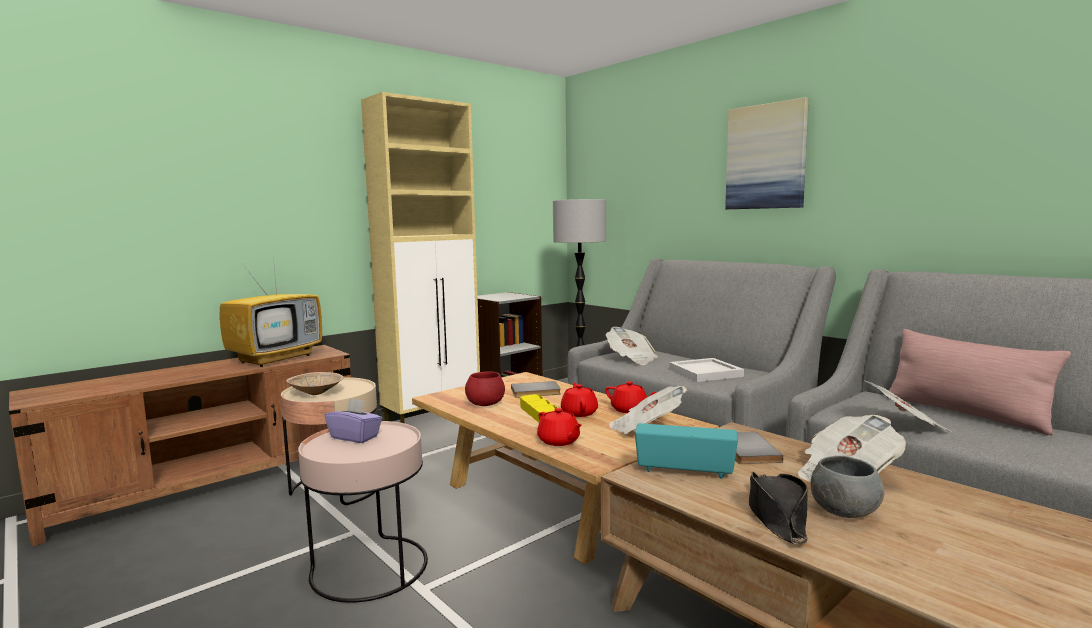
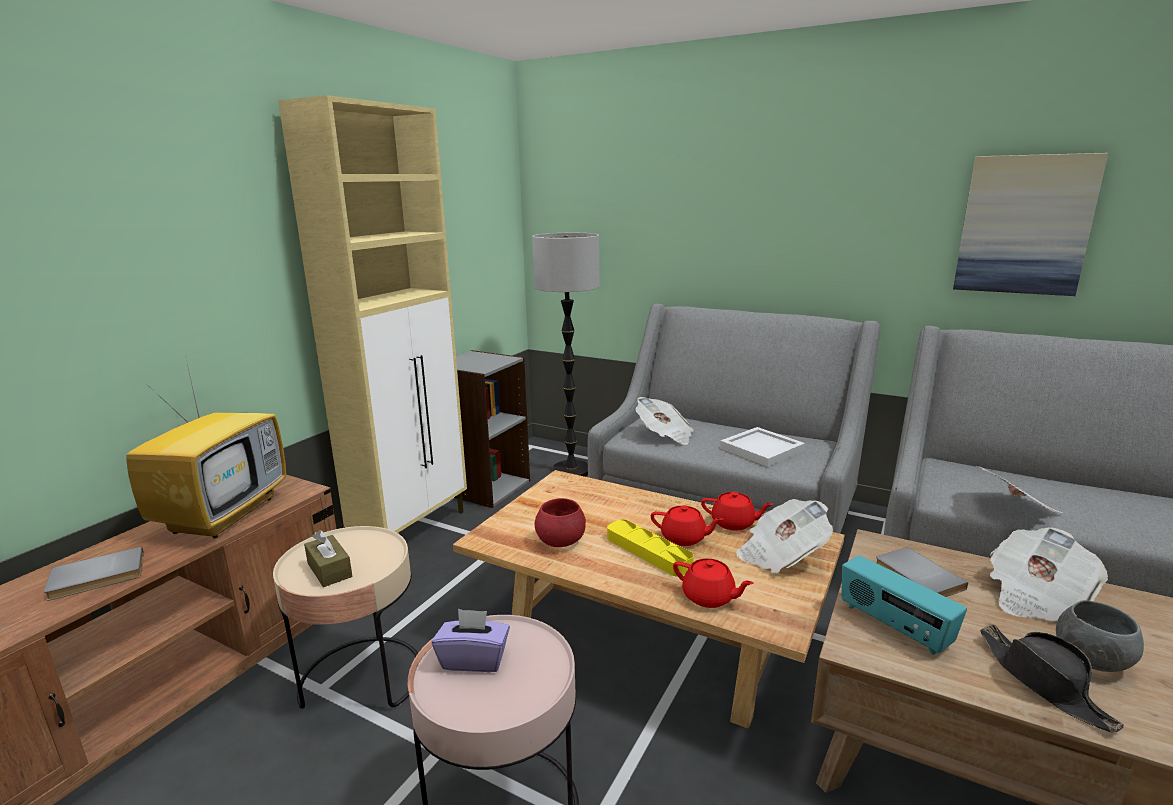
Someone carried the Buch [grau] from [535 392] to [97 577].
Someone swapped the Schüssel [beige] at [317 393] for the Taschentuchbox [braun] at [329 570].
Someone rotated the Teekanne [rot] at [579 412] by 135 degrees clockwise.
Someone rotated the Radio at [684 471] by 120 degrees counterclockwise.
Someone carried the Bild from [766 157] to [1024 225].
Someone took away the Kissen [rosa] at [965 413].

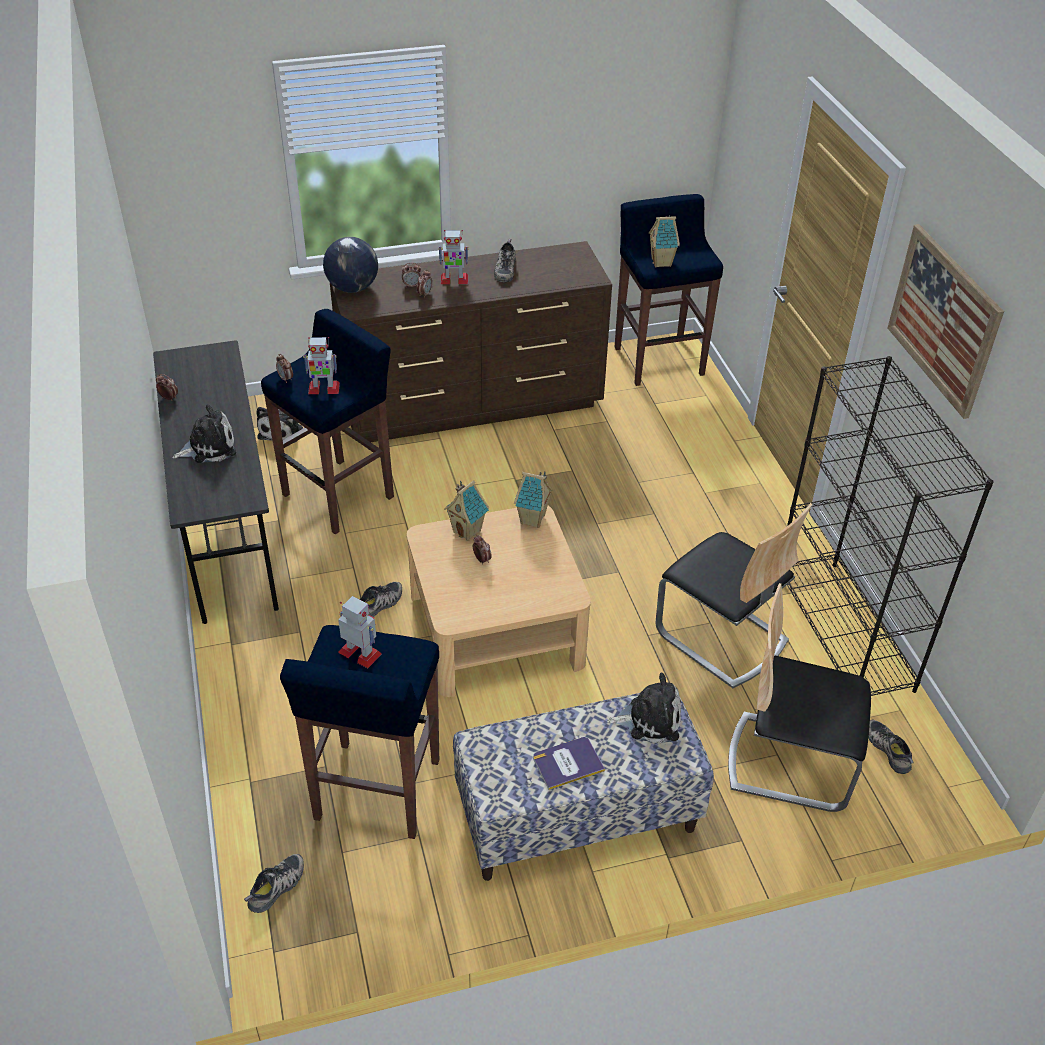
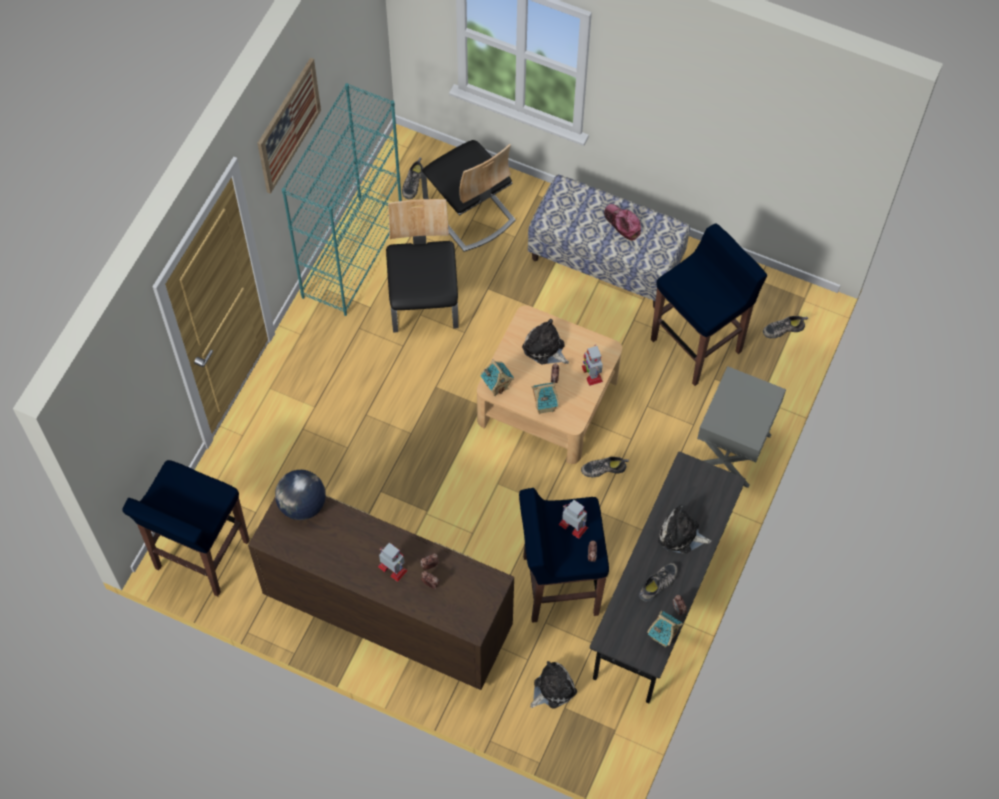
Someone carried the Globus from [352 288] to [302 505].
Someone repainted the Bücherregal [schwarz] at [844 632], which became the Bücherregal [türkis] at [352 255].
Someone carried the Plüschtier from [650 719] to [545 348].
Someone carried the Spielzeugroboter from [360 653] to [591 373].
Someone swapped the Buch at [568 763] for the Kappe at [622 223].
Someone carried the Schuh from [504 269] to [658 585].
Someone carried the Spielzeughaus from [662 262] to [662 636].
Someone put down the Nachttisch [grau] at [732 450].

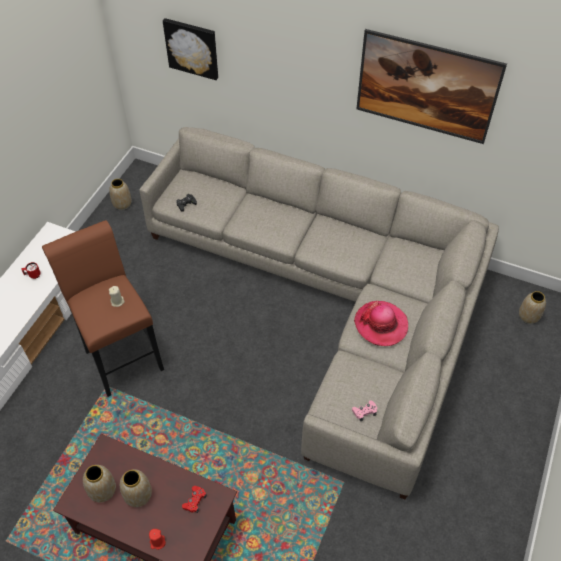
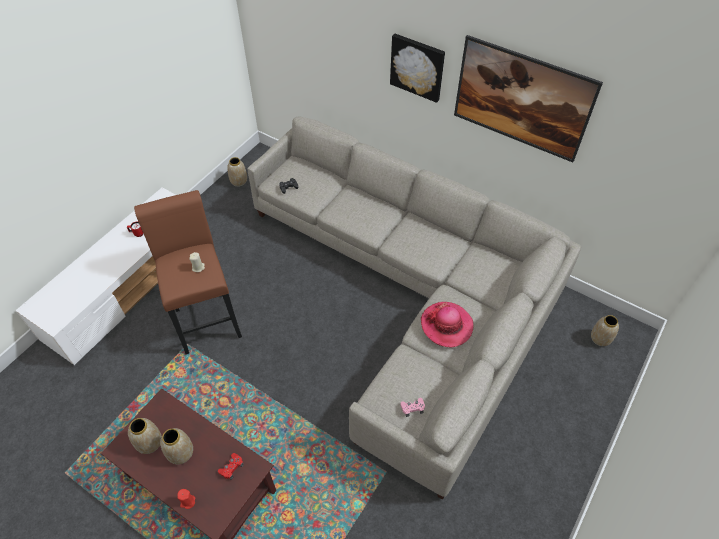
Someone carried the Bild from [192 48] to [417 67].

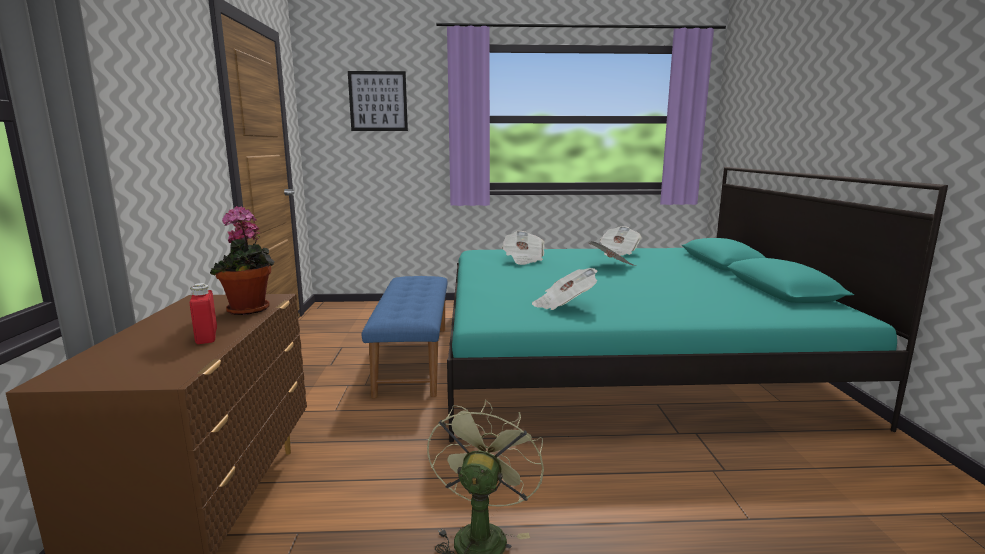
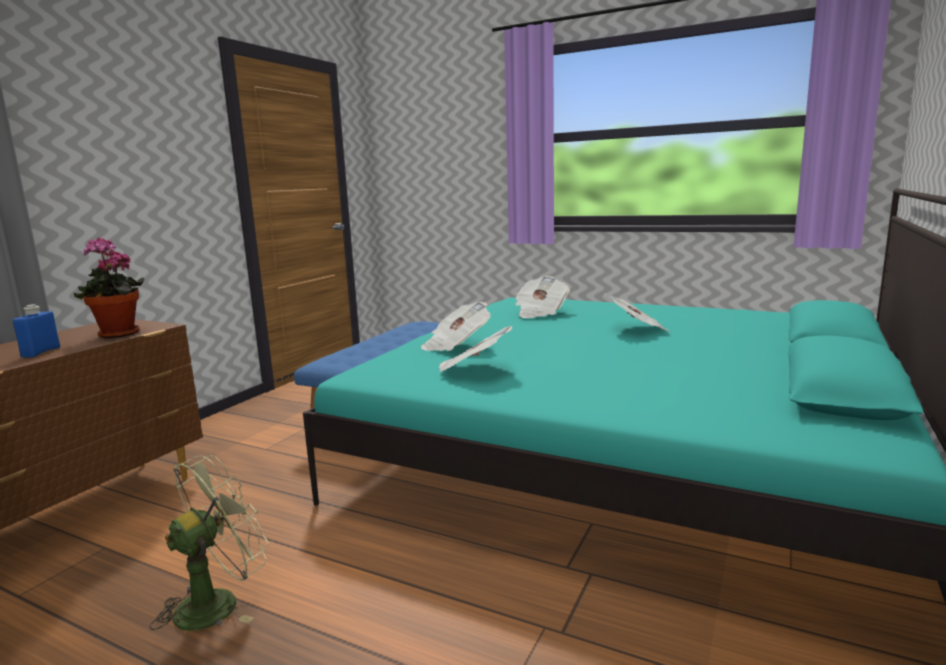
Someone repainted the Flasche [rot] at [206 336], which became the Flasche [blau] at [41 352].
Someone carried the Zeitung from [618 252] to [456 345].
Someone took away the Bild at [378 101].

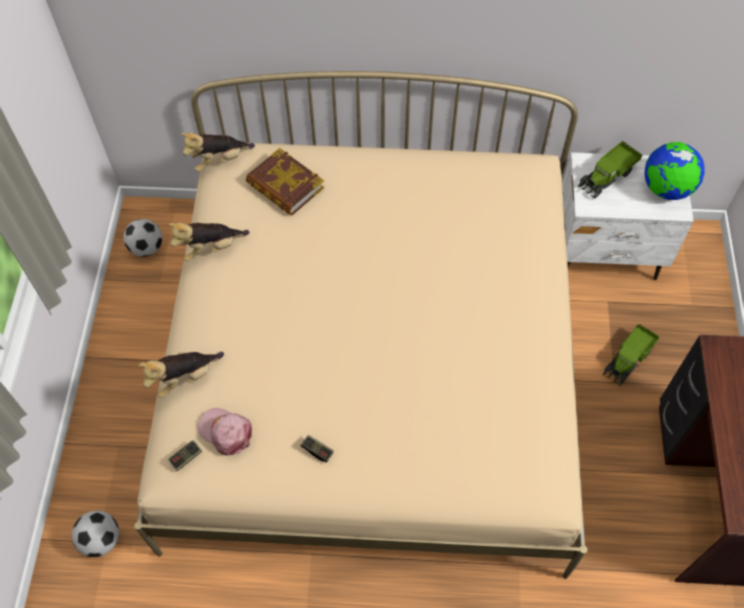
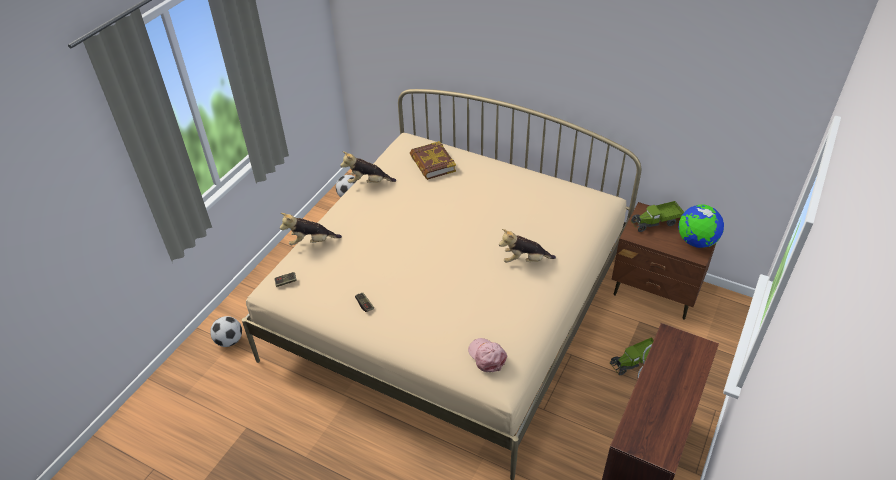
Someone carried the Kappe [rosa] from [226 432] to [487 356].
Someone carried the Plüschtier from [219 161] to [524 260].
Someone repainted the Nachttisch [weiß] at [607 250], which became the Nachttisch [braun] at [656 290].

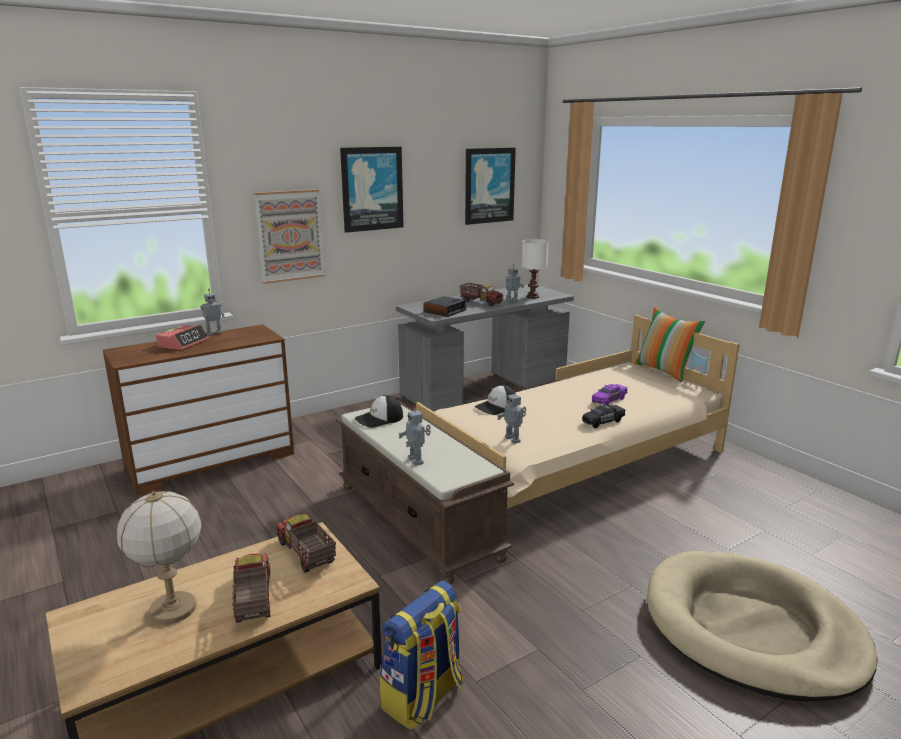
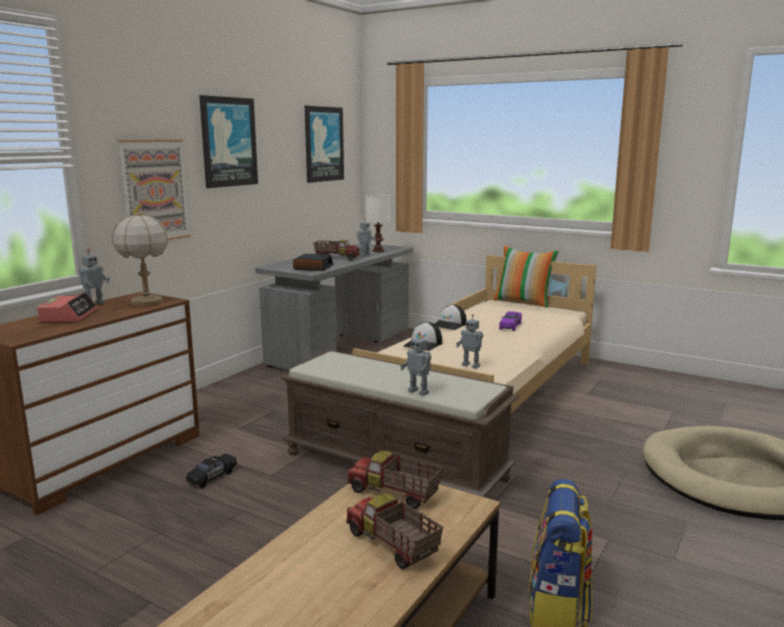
Someone carried the Tischlampe from [172 609] to [146 302].
Someone carried the Spielzeugauto [schwarz] from [602 422] to [211 477].
Someone carried the Kappe from [379 419] to [449 325].

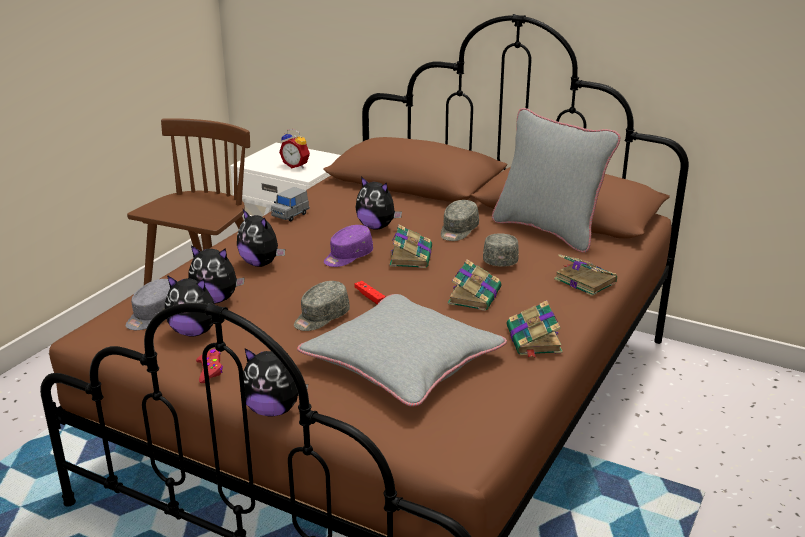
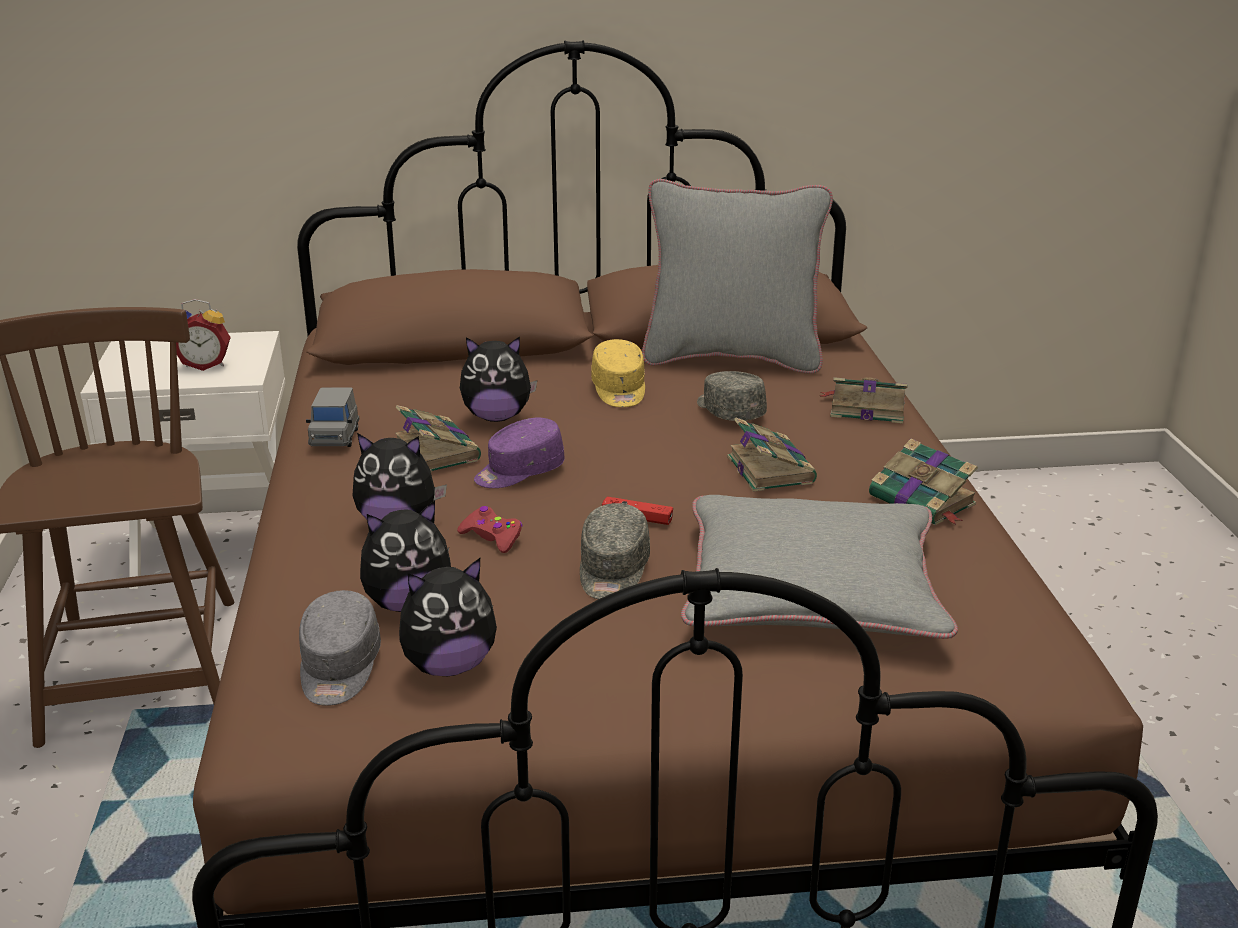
Someone carried the Buch from [411 256] to [435 451].
Someone carried the Gamepad [rot] from [210 370] to [492 537].
Someone rotated the Kappe [lila] at [347 257] by 45 degrees clockwise.
Someone repainted the Kappe [grau] at [458 231], which became the Kappe [gelb] at [619 390].
Someone took away the Plüschtier at [273 410].

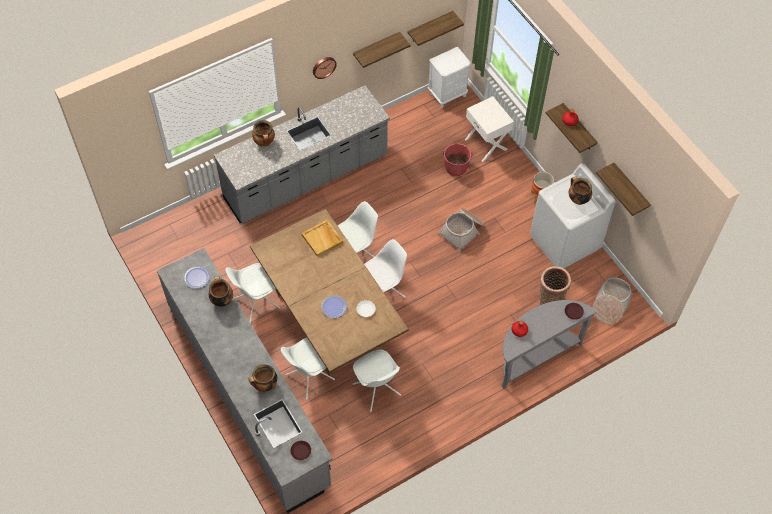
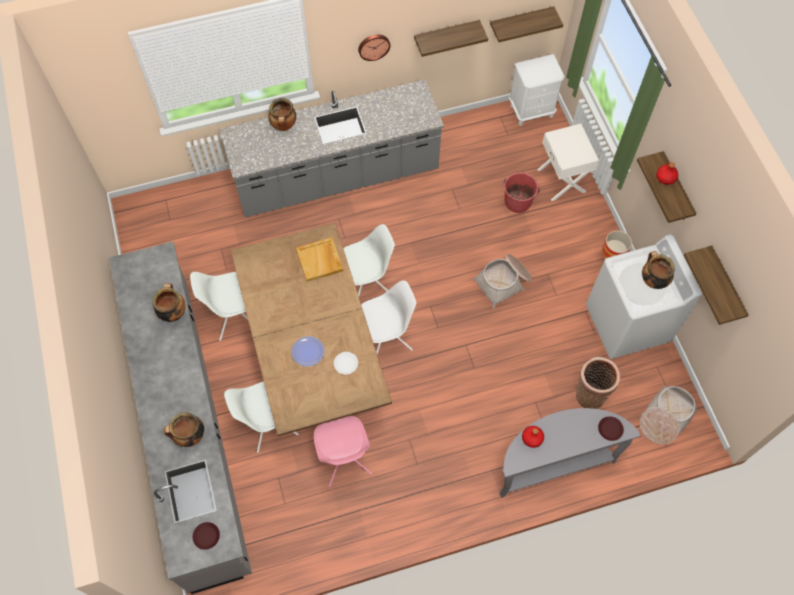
Someone repainted the Stuhl [weiß] at [377 390], which became the Stuhl [rosa] at [344 461].
Someone took away the Teller at [197 278].

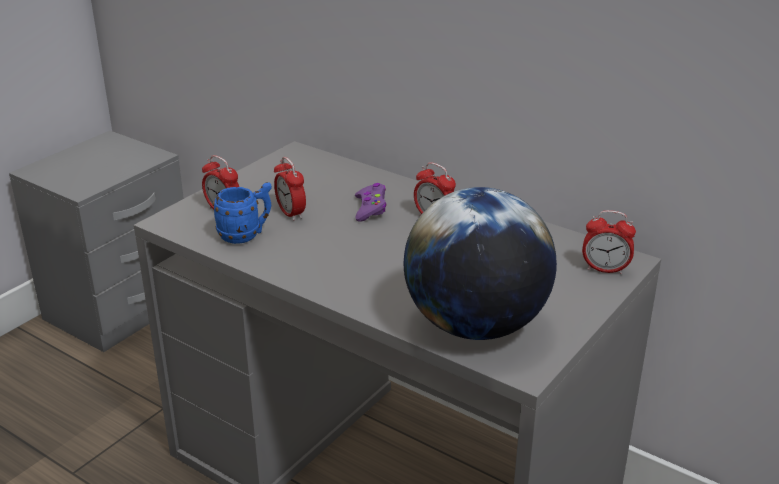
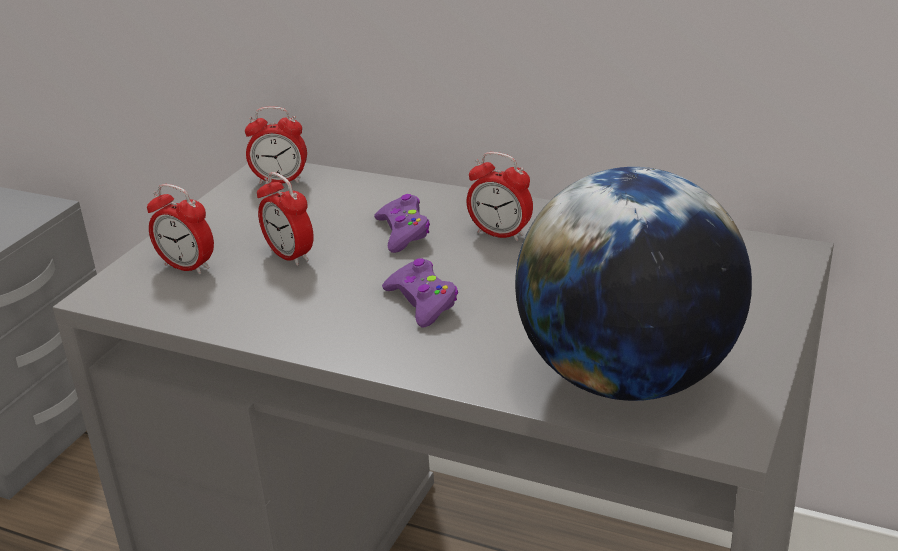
Someone carried the Wecker from [605 269] to [280 181].
Someone put down the Gamepad [lila] at [422 302].
Someone took away the Henkelbecher [blau] at [246 235].

